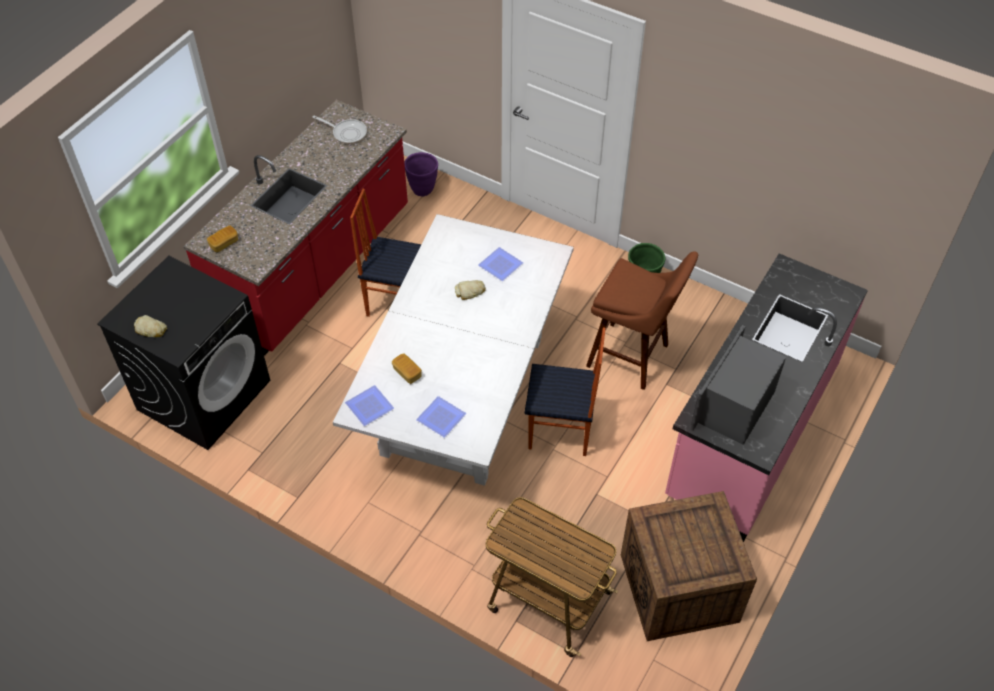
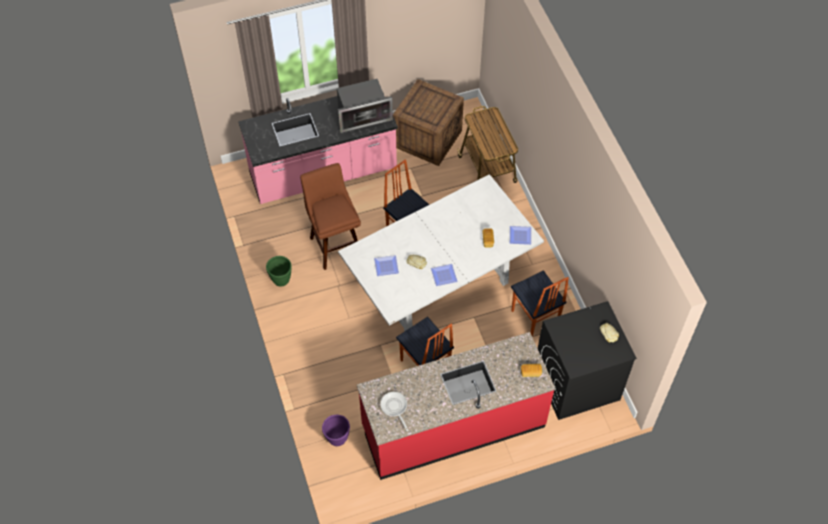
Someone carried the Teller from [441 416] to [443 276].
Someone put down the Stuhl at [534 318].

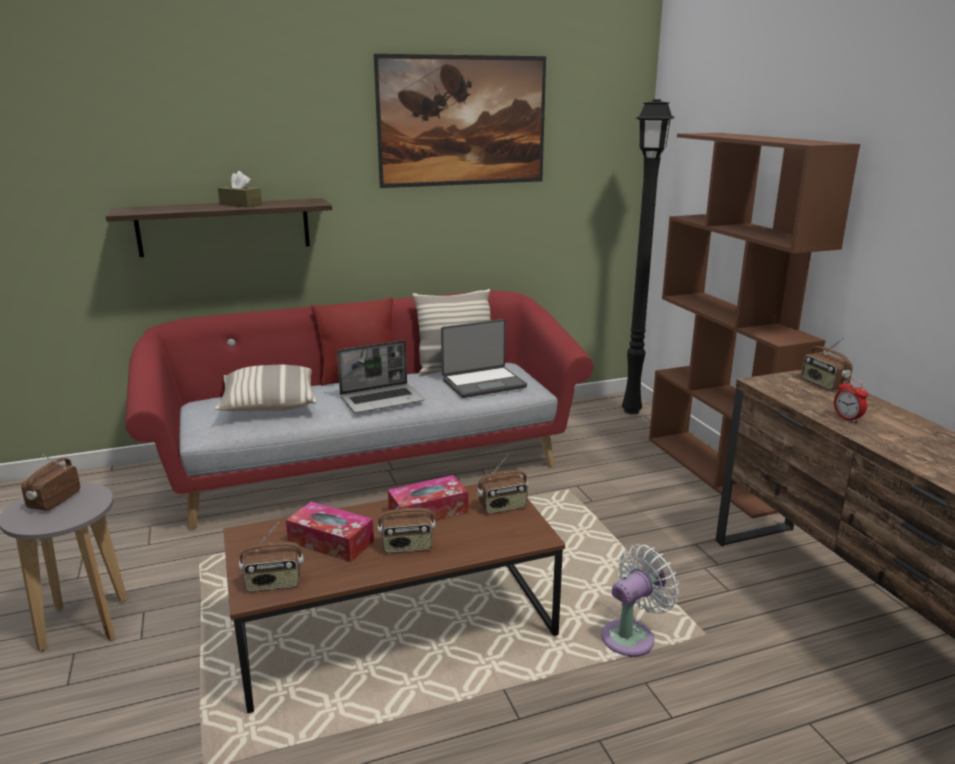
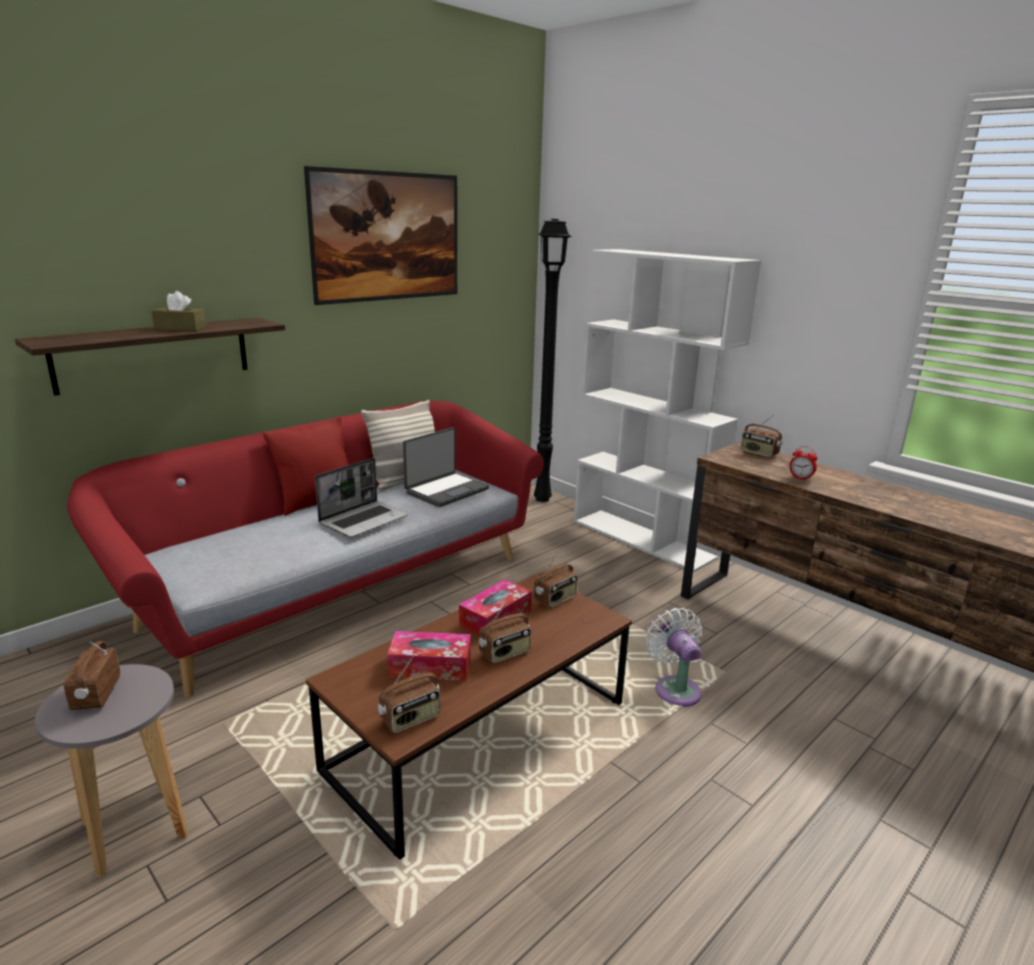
Someone repainted the Bücherregal [braun] at [717 471], which became the Bücherregal [weiß] at [643 539].
Someone rotated the Ventilator [weiß] at [632 636] by 45 degrees counterclockwise.
Someone took away the Kissen at [269 405].

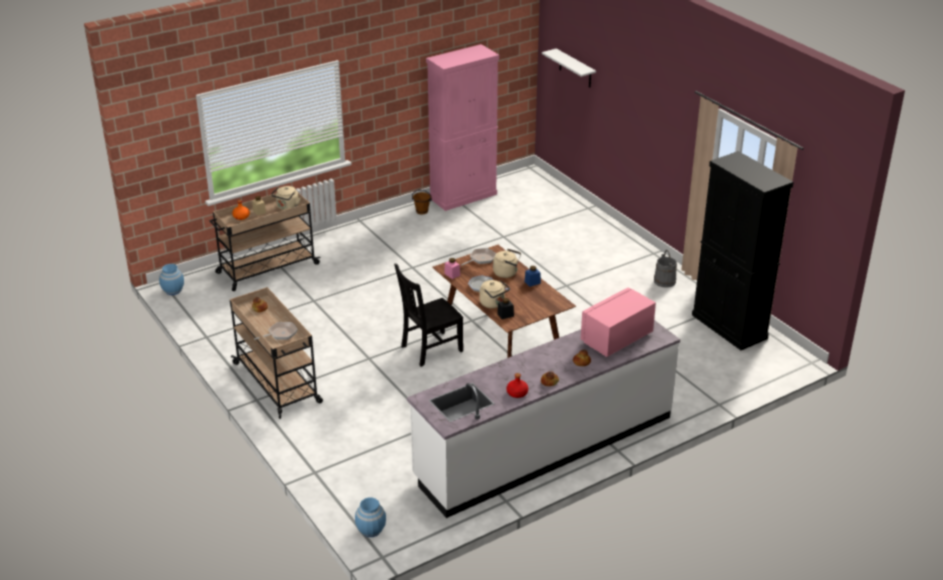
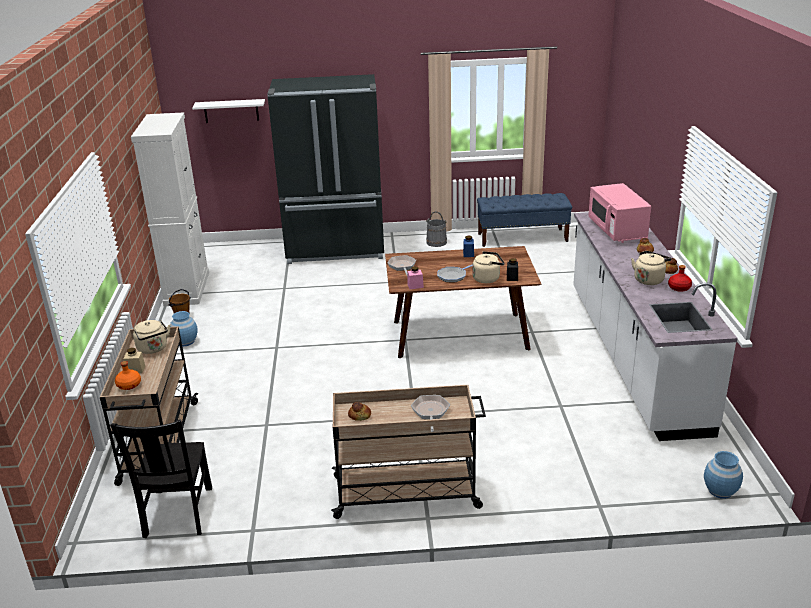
Someone carried the Stuhl [schwarz] from [430 349] to [177 514].
Someone repainted the Schrank [rosa] at [463 196], which became the Schrank [weiß] at [187 288].
Someone carried the Vase [blau] from [173 291] to [185 342].
Someone put down the Kühlschrank [schwarz] at [336 249].
Someone swapped the Schrank [schwarz] at [729 327] for the Bank [blau] at [522 237].
Someone carried the Wasserkessel [beige] from [507 273] to [649 279].

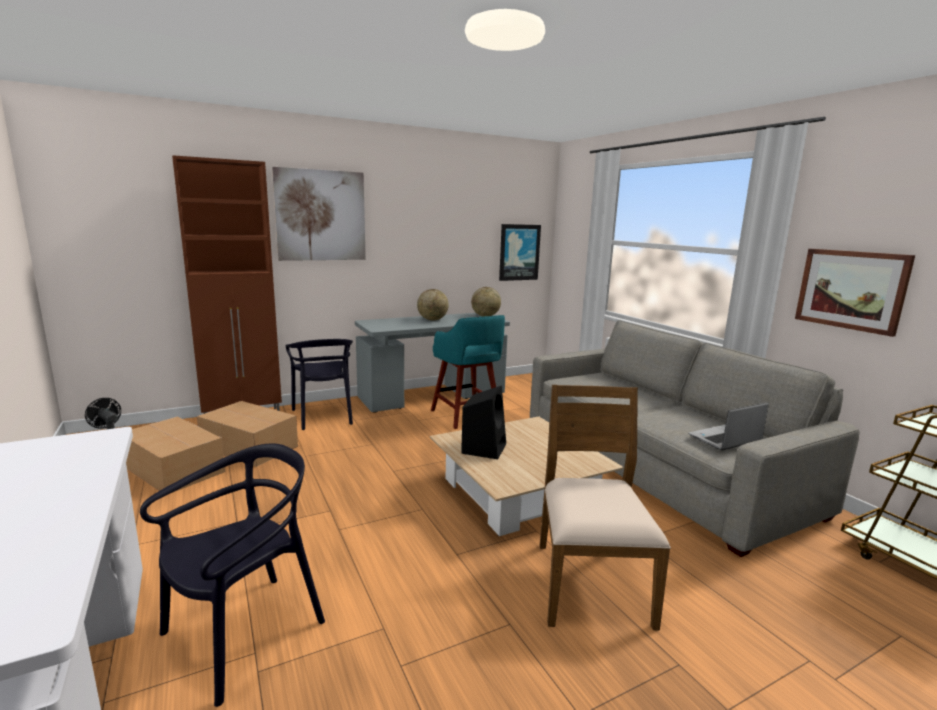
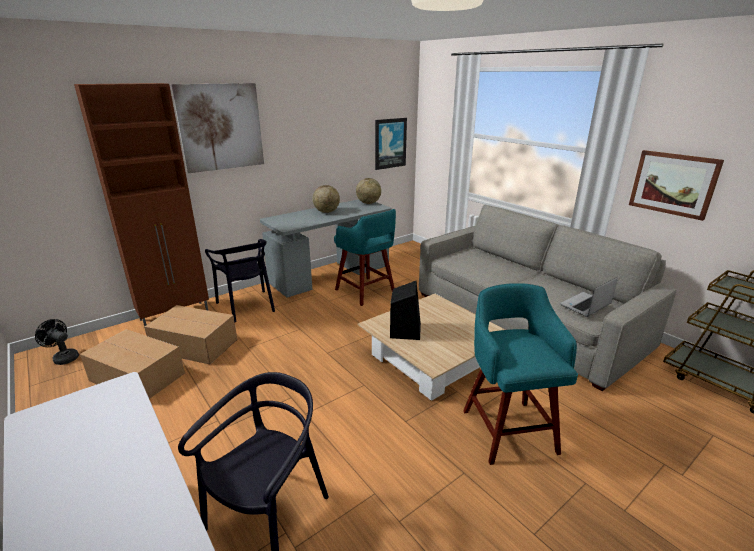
Someone swapped the Stuhl [braun] at [589 582] for the Hocker [türkis] at [507 428].

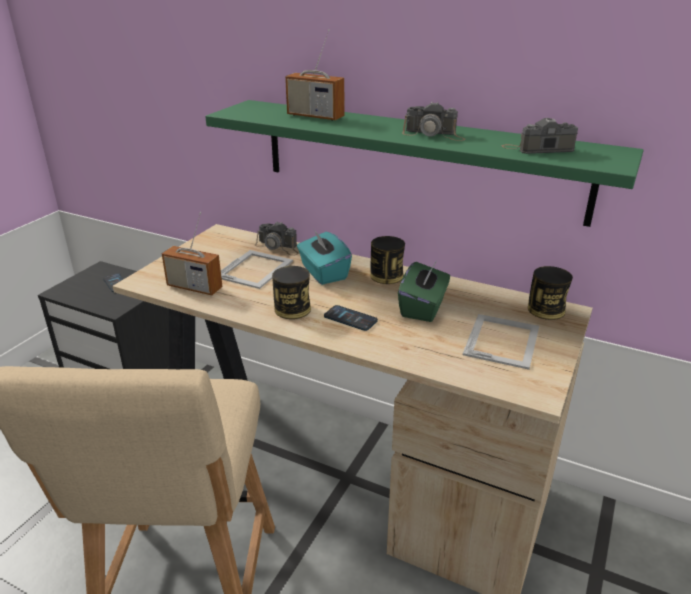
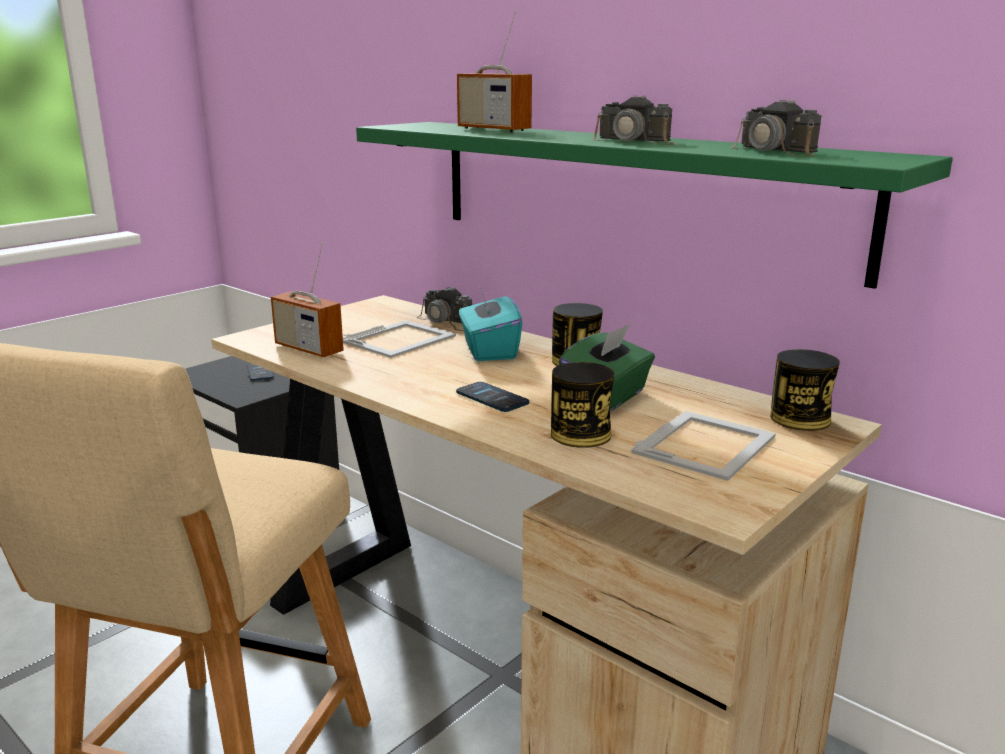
Someone carried the Dose from [292 309] to [580 434].
Someone rotated the Kamera at [537 148] by 135 degrees counterclockwise.

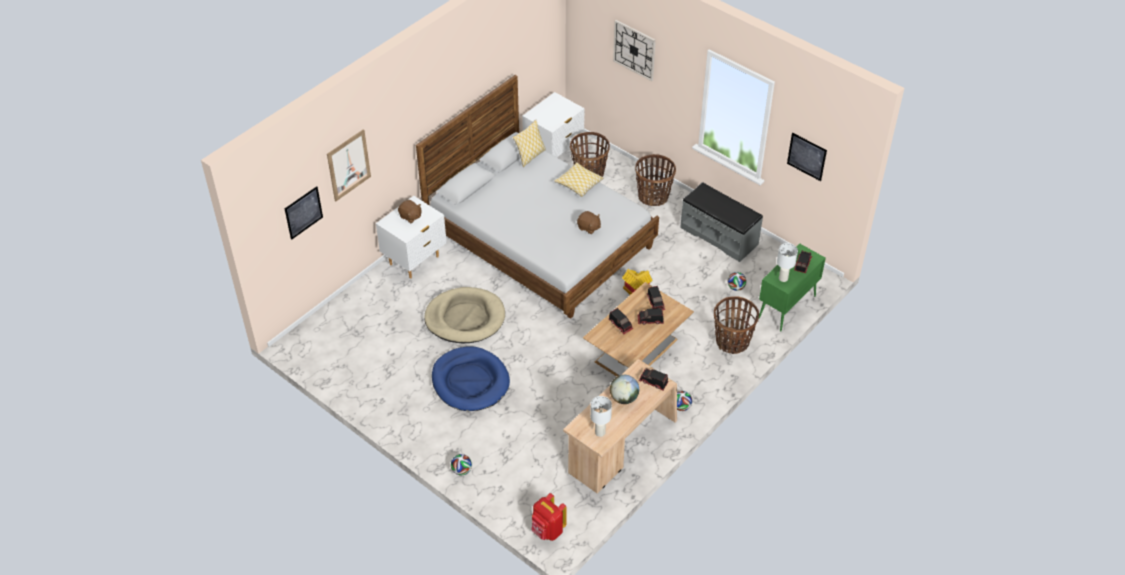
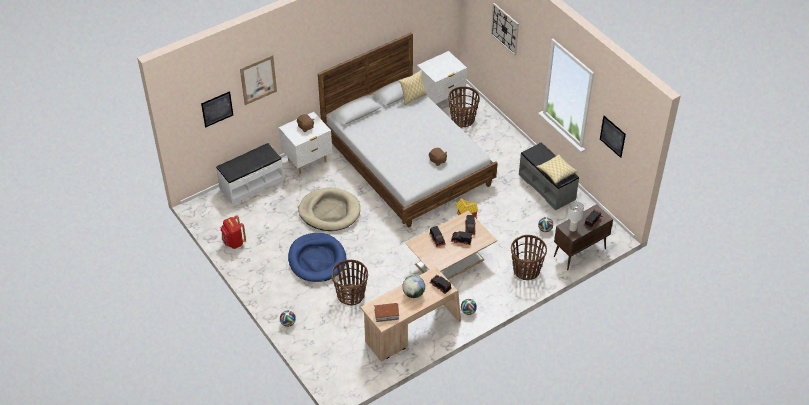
Someone put down the Bank [weiß] at [251 184].
Someone carried the Rucksack [rot] from [548 531] to [234 242].
Someone carried the Korb from [653 196] to [351 295].
Someone swapped the Tischlampe [weiß] at [600 432] for the Spielzeughaus at [386 315].
Someone carried the Kissen from [579 184] to [556 172].
Someone repainted the Schrank [grün] at [786 307], which became the Schrank [braun] at [579 253].

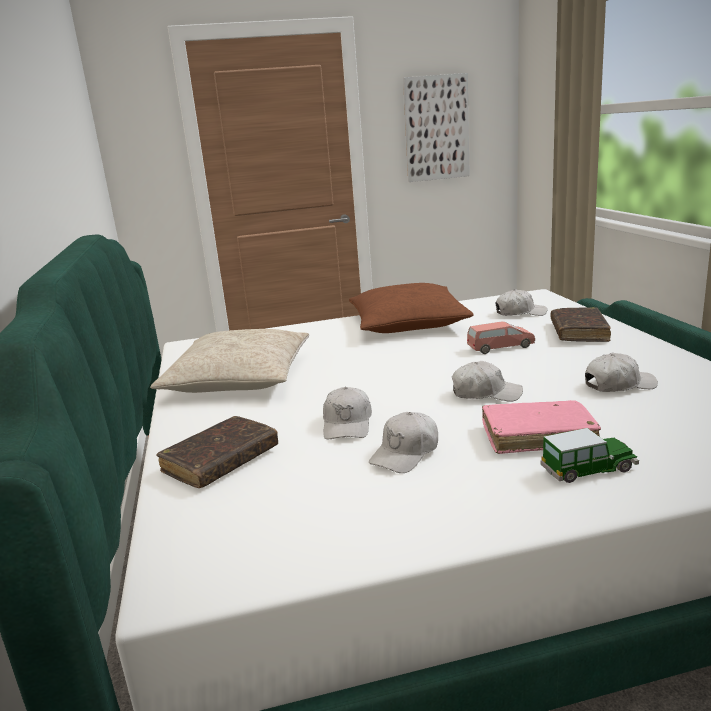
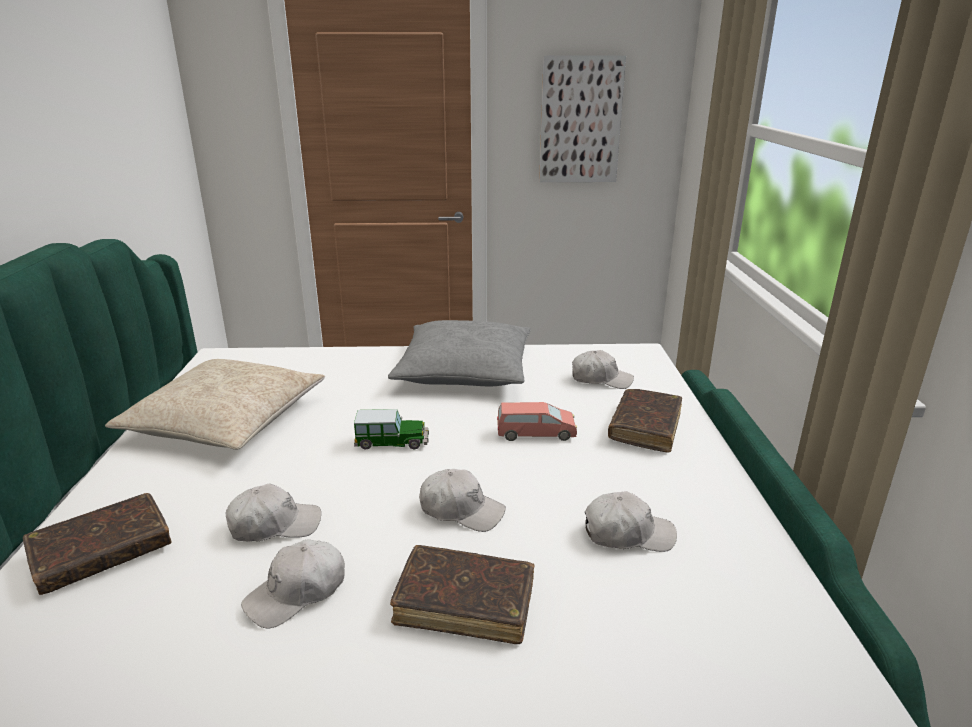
Someone rotated the Kappe [weiß] at [347 424] by 120 degrees counterclockwise.
Someone carried the Spielzeugauto from [589 469] to [392 442].
Someone repainted the Kissen [braun] at [408 323], which became the Kissen [grau] at [464 370].
Someone repainted the Buch [rosa] at [537 436], which became the Buch [braun] at [465 603].

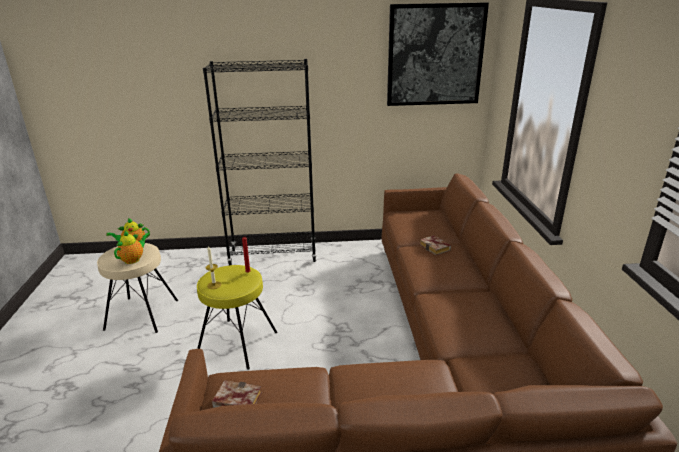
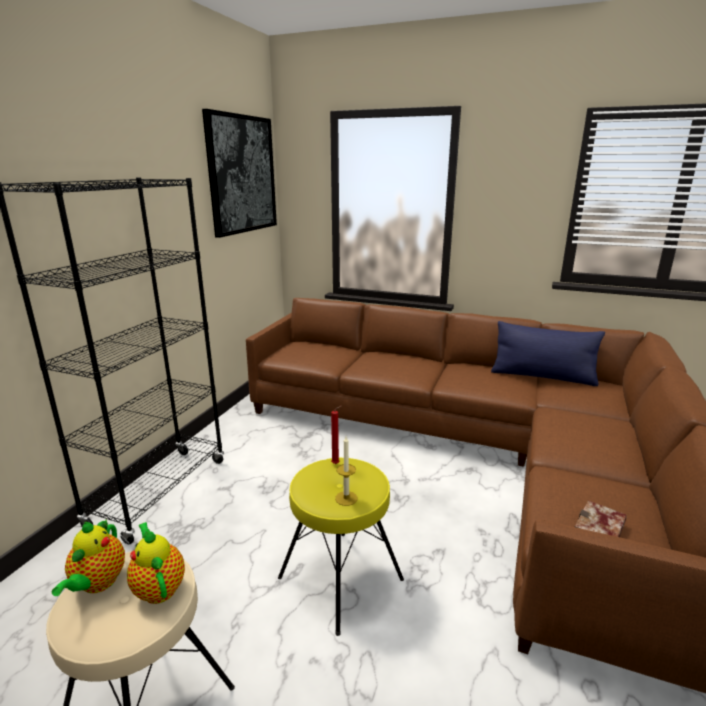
Someone put down the Kissen [blau] at [542 376].
Someone took away the Buch at [436 248].

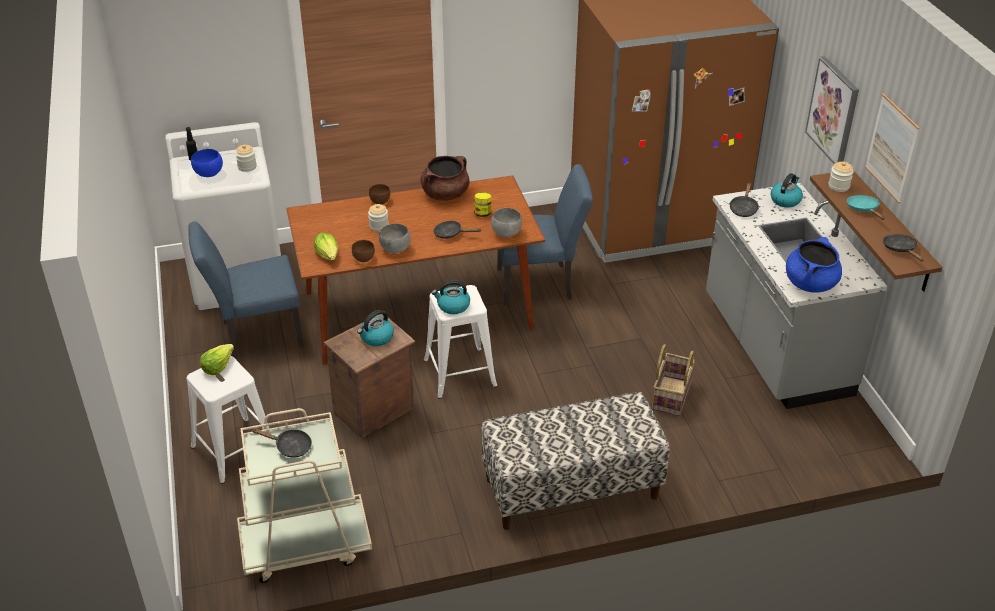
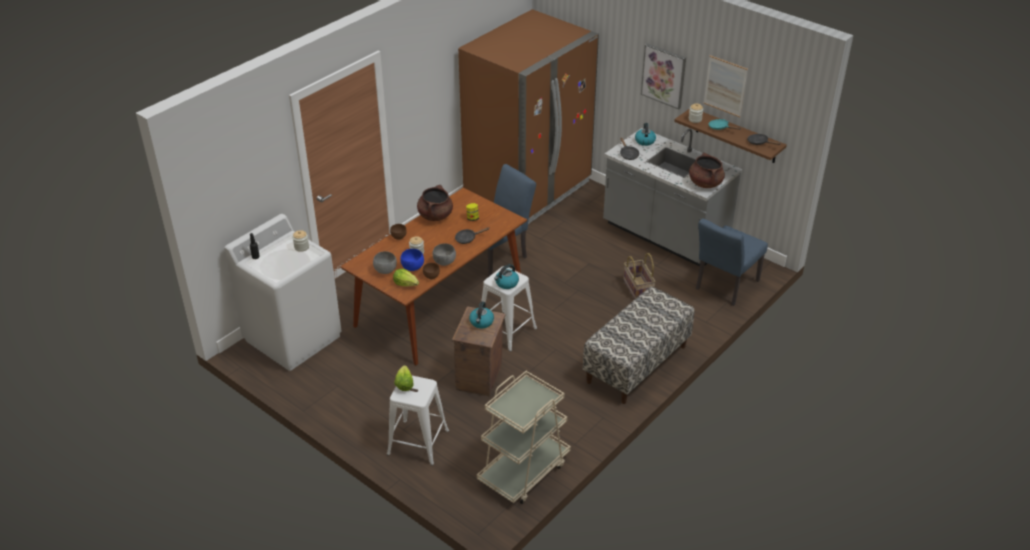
Someone carried the Schüssel [grau] from [506 233] to [385 270].
Someone carried the Schüssel [blau] from [208 174] to [412 268].
Someone repainted the Kochtopf [blau] at [810 283], which became the Kochtopf [braun] at [705 183].
Someone carried the Stuhl [blau] from [255 335] to [724 287].
Someone took away the Pfanne [schwarz] at [290 447].

